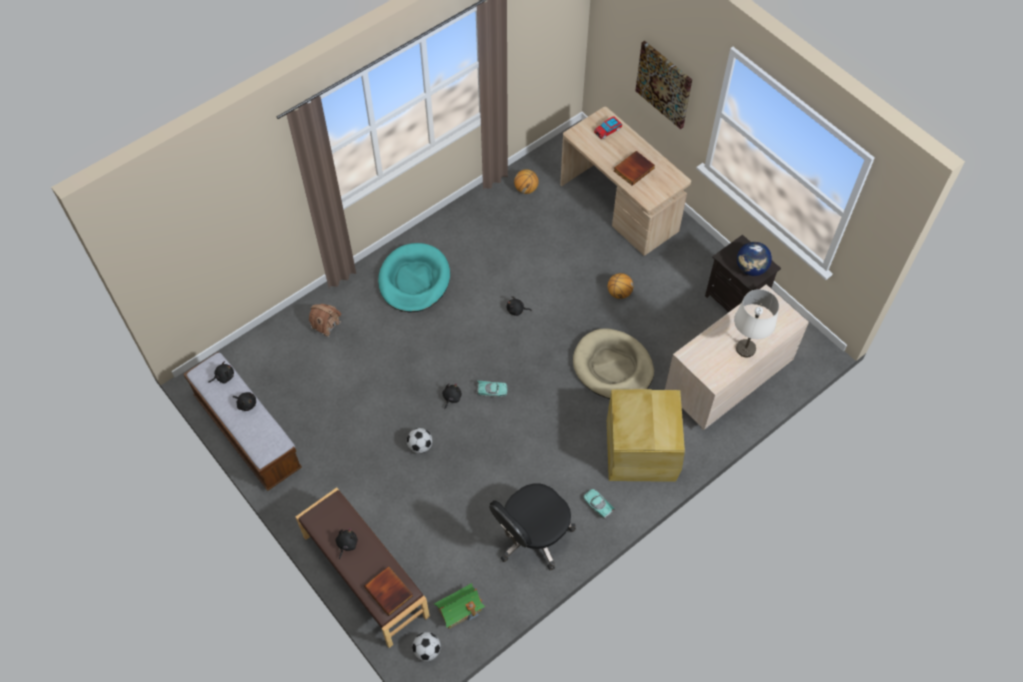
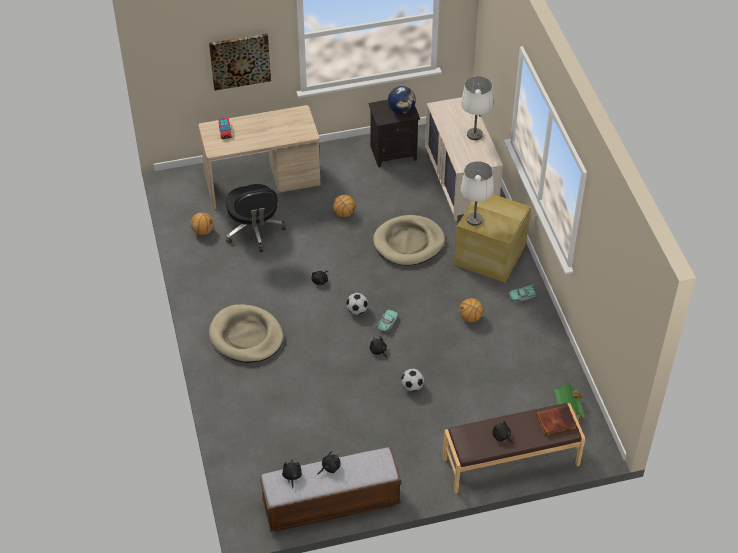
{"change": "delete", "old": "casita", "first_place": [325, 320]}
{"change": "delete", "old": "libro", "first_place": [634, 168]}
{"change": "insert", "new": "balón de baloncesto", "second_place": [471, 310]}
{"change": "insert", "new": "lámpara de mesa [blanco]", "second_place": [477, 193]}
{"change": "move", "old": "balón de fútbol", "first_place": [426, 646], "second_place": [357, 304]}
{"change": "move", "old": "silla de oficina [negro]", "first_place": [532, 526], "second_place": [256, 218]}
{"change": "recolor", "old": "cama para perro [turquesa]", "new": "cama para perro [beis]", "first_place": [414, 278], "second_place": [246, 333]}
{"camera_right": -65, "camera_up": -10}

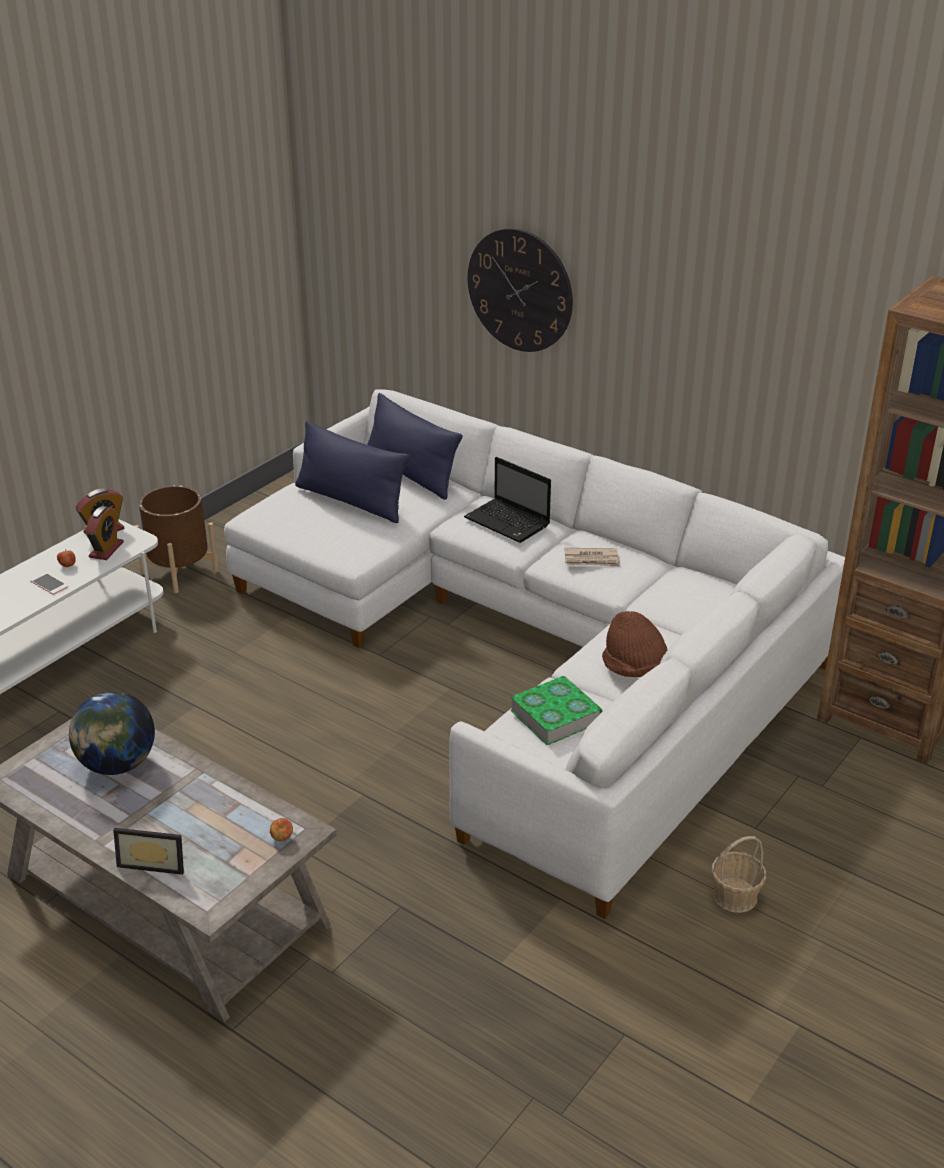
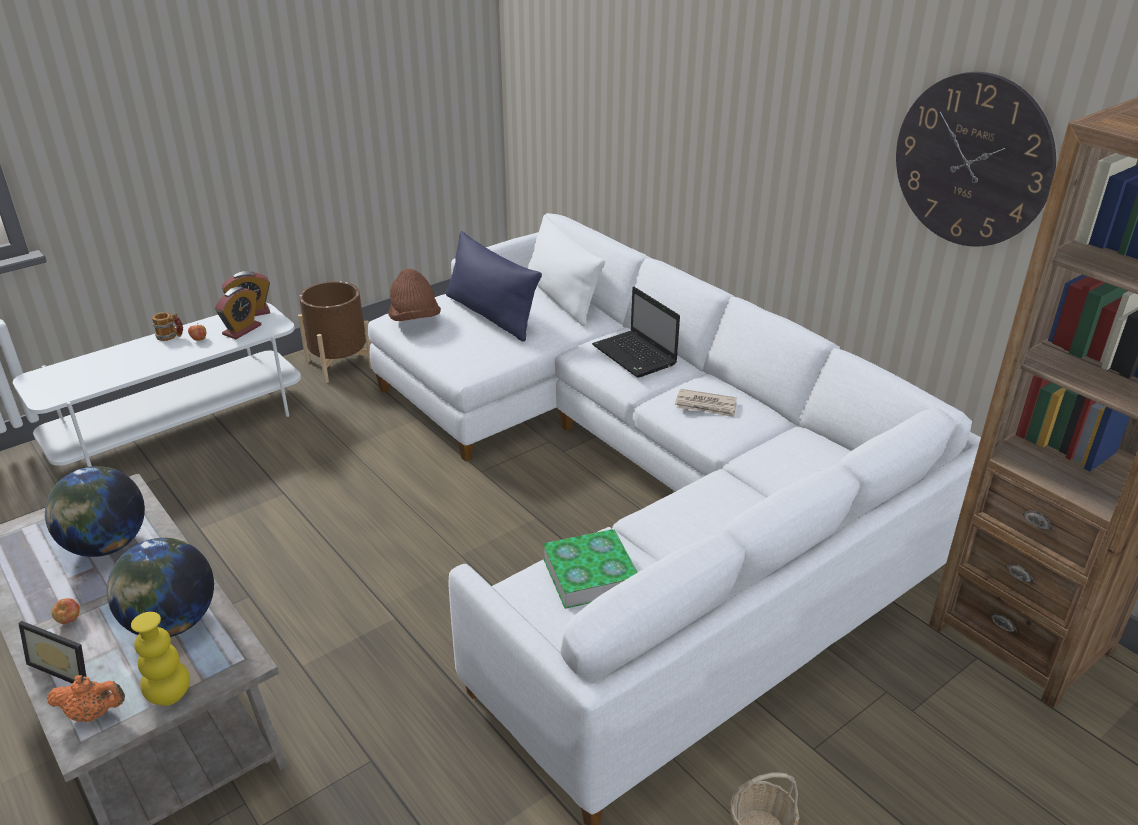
{"change": "delete", "old": "móvil", "first_place": [49, 584]}
{"change": "insert", "new": "tetera [naranja]", "second_place": [86, 698]}
{"change": "insert", "new": "globo terráqueo", "second_place": [160, 587]}
{"change": "insert", "new": "florero [amarillo]", "second_place": [160, 659]}
{"change": "insert", "new": "taza grande", "second_place": [167, 326]}
{"change": "move", "old": "manzana", "first_place": [281, 829], "second_place": [66, 611]}
{"change": "move", "old": "reloj de pared", "first_place": [520, 290], "second_place": [976, 159]}
{"change": "move", "old": "sombrero [marrón]", "first_place": [634, 644], "second_place": [414, 294]}
{"change": "recolor", "old": "cojín [azul]", "new": "cojín [blanco]", "first_place": [414, 446], "second_place": [566, 270]}
{"camera_right": 15, "camera_up": 0}

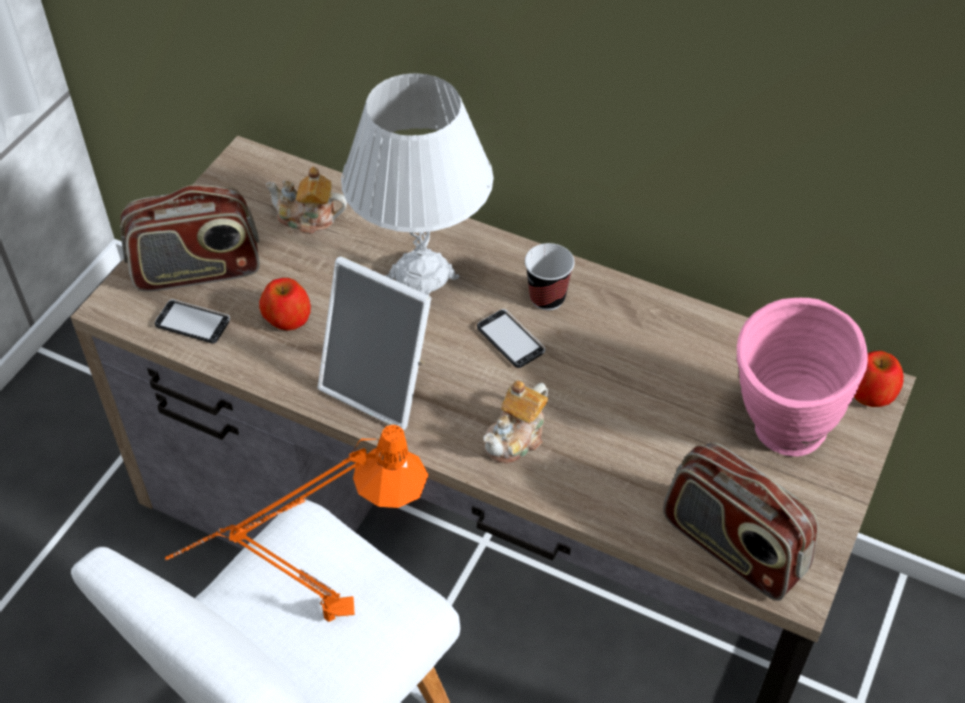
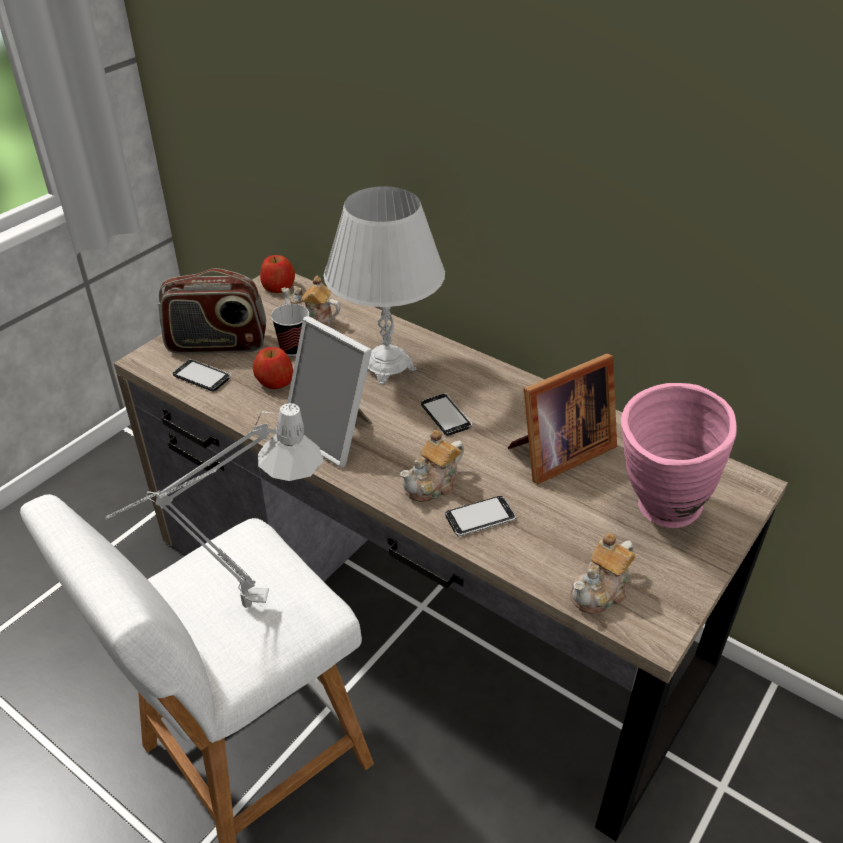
{"change": "insert", "new": "móvil", "second_place": [480, 516]}
{"change": "insert", "new": "portarretratos", "second_place": [562, 418]}
{"change": "move", "old": "taza", "first_place": [550, 276], "second_place": [290, 330]}
{"change": "move", "old": "manzana", "first_place": [879, 379], "second_place": [277, 274]}
{"change": "replace", "old": "radio", "new": "tetera", "first_place": [741, 521], "second_place": [603, 573]}
{"change": "recolor", "old": "lámpara de mesa [naranja]", "new": "lámpara de mesa [gris]", "first_place": [297, 523], "second_place": [214, 505]}
{"camera_right": 10, "camera_up": -10}

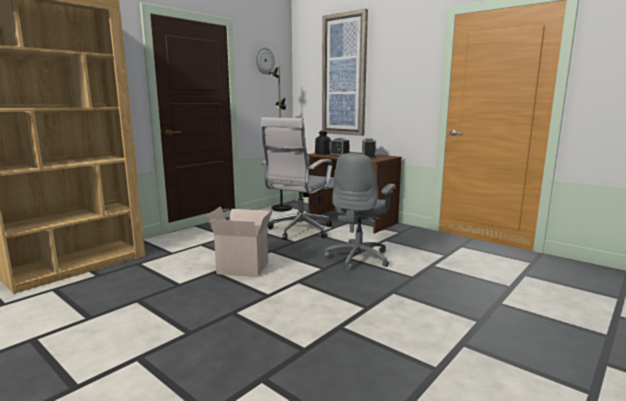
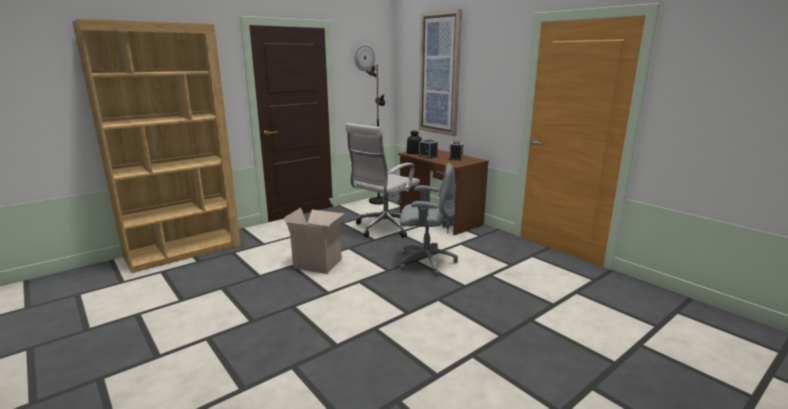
{"change": "rotate", "old": "silla de oficina [gris]", "first_place": [360, 212], "second_place": [429, 219], "degrees": -120}
{"camera_right": 10, "camera_up": 5}

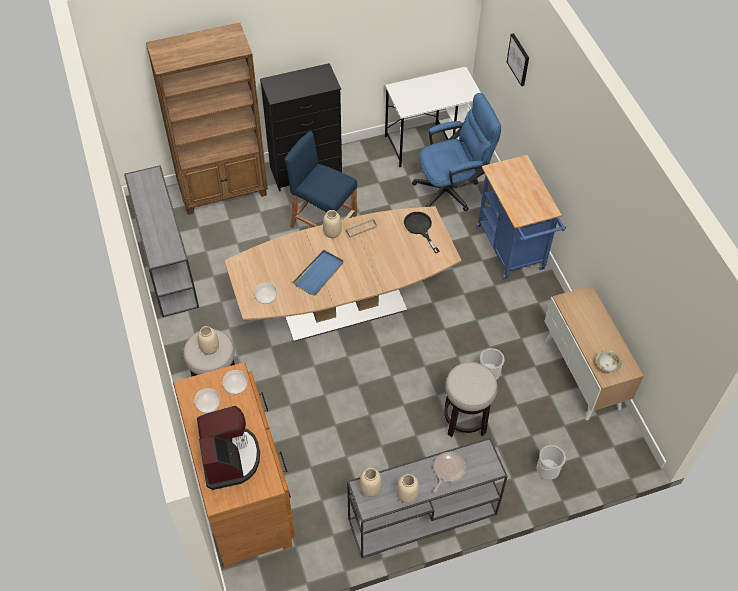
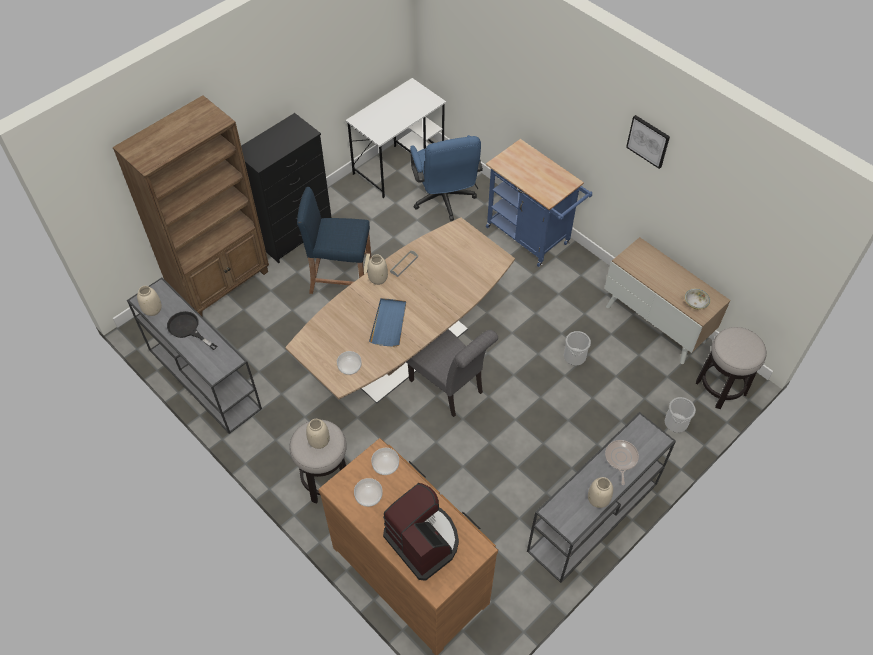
{"change": "insert", "new": "silla [gris]", "second_place": [452, 373]}
{"change": "move", "old": "florero [beis]", "first_place": [370, 482], "second_place": [149, 301]}
{"change": "move", "old": "sartén [negro]", "first_place": [422, 232], "second_place": [192, 330]}
{"change": "move", "old": "taburete", "first_place": [471, 399], "second_place": [731, 368]}
{"change": "move", "old": "cuadro", "first_place": [518, 59], "second_place": [648, 142]}
{"change": "rotate", "old": "silla de oficina [azul]", "first_place": [456, 152], "second_place": [446, 178], "degrees": 120}
{"camera_right": -25, "camera_up": 0}

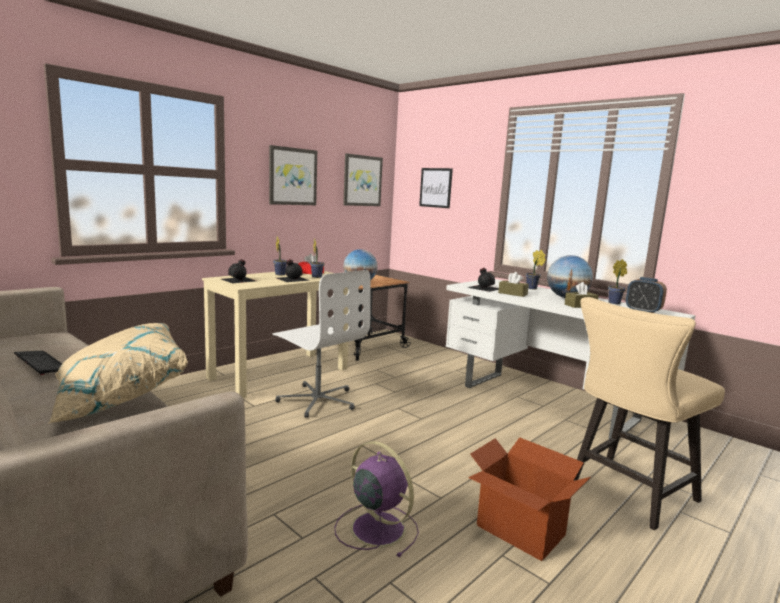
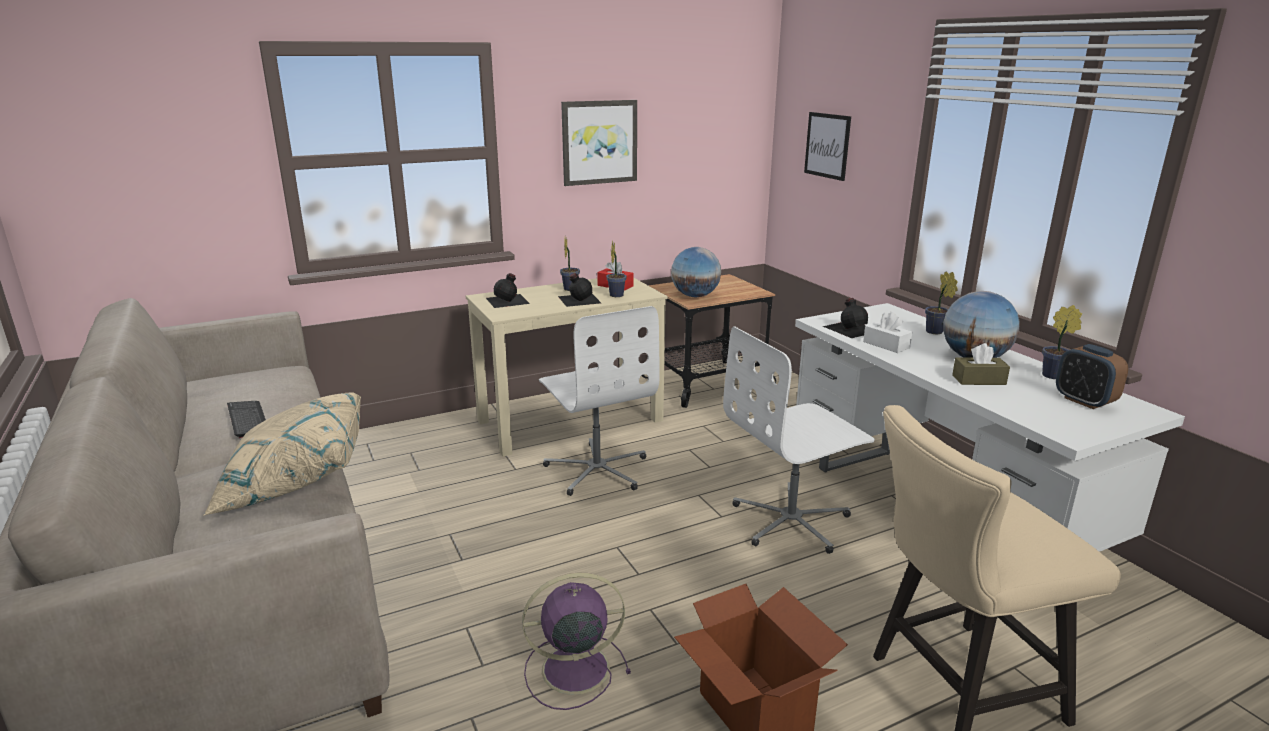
{"change": "delete", "old": "cuadro", "first_place": [363, 179]}
{"change": "insert", "new": "silla de oficina [blanco]", "second_place": [799, 440]}
{"change": "recolor", "old": "caja de pañuelos [marrón]", "new": "caja de pañuelos [blanco]", "first_place": [513, 284], "second_place": [887, 332]}
{"change": "rotate", "old": "ventilador [morado]", "first_place": [376, 499], "second_place": [576, 641], "degrees": -75}
{"camera_right": 20, "camera_up": 10}

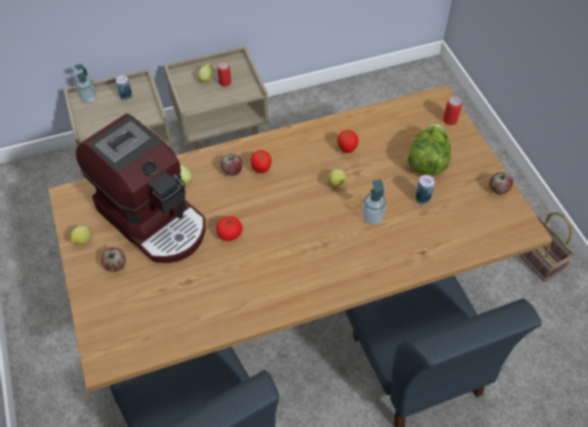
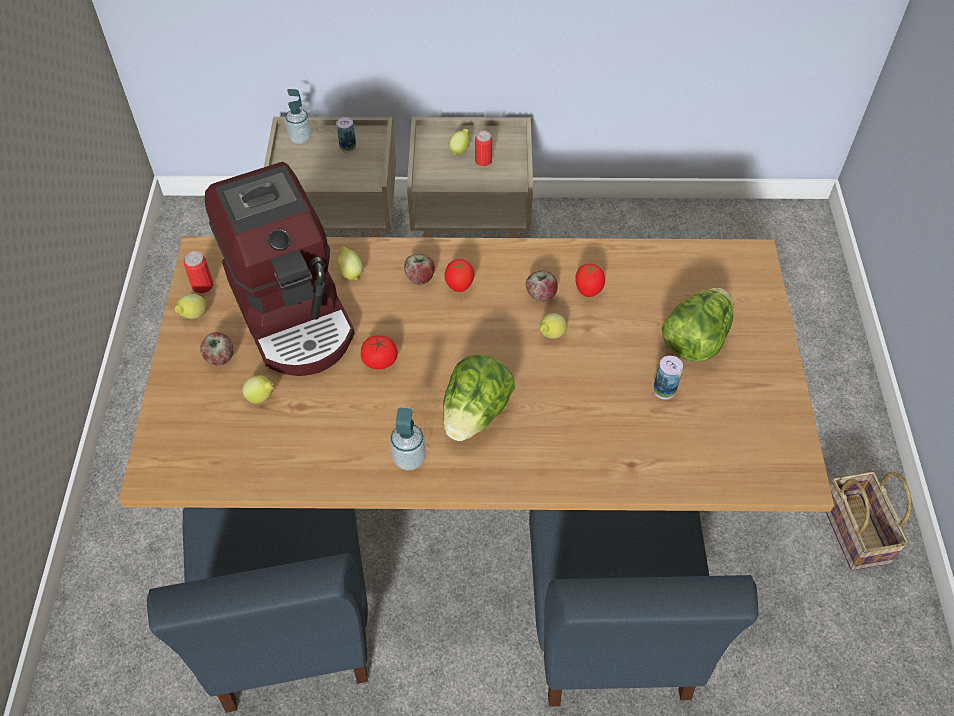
{"change": "insert", "new": "limón", "second_place": [258, 389]}
{"change": "insert", "new": "lechuga", "second_place": [479, 398]}
{"change": "move", "old": "dispensador de jabón", "first_place": [374, 202], "second_place": [408, 438]}
{"change": "move", "old": "lata", "first_place": [452, 110], "second_place": [198, 272]}
{"change": "move", "old": "manzana", "first_place": [501, 183], "second_place": [542, 286]}
{"camera_right": 20, "camera_up": 0}

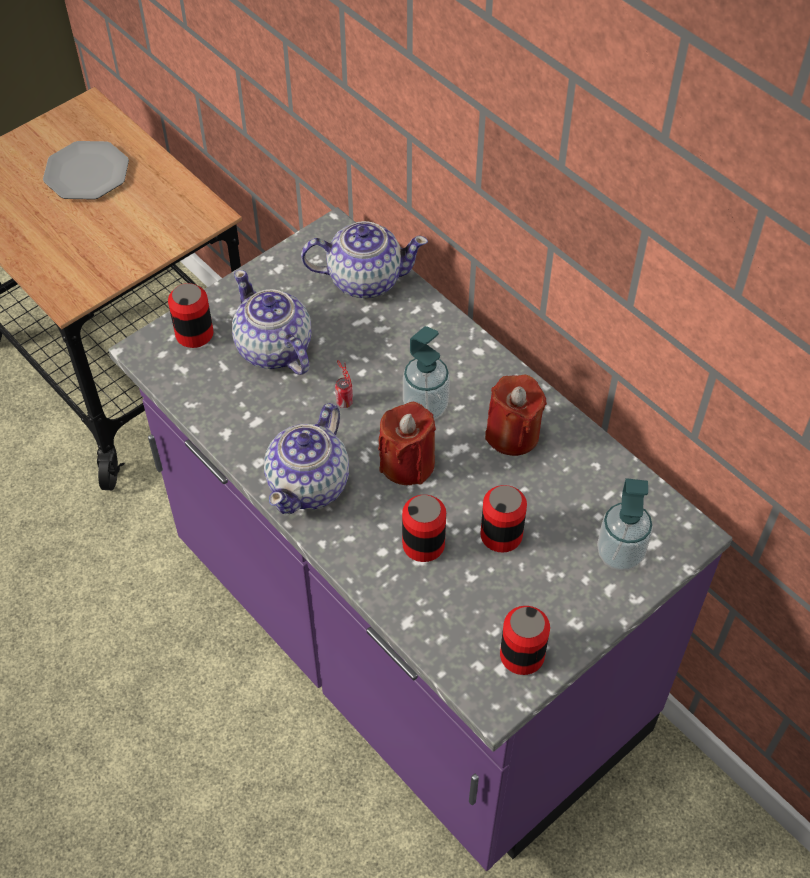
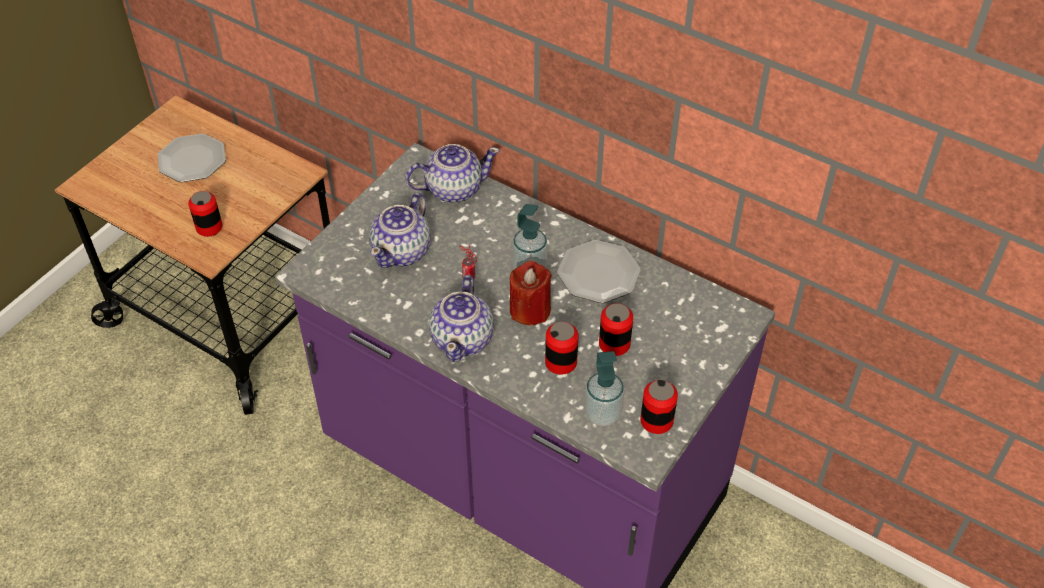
{"change": "move", "old": "lata", "first_place": [191, 315], "second_place": [205, 214]}
{"change": "move", "old": "dispensador de jabón", "first_place": [625, 524], "second_place": [604, 388]}
{"change": "replace", "old": "vela [rojo]", "new": "plato", "first_place": [516, 415], "second_place": [599, 271]}
{"change": "rotate", "old": "tetera", "first_place": [271, 322], "second_place": [400, 230], "degrees": -105}
{"camera_right": -15, "camera_up": -5}

